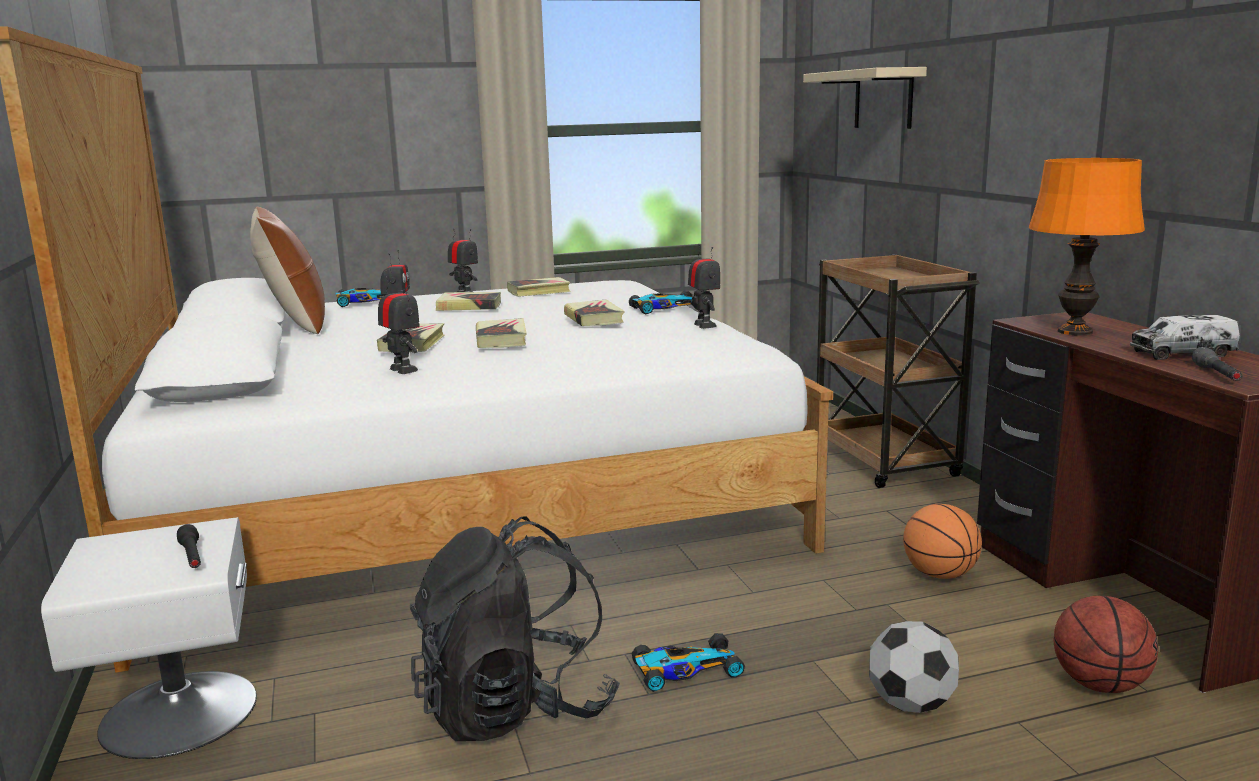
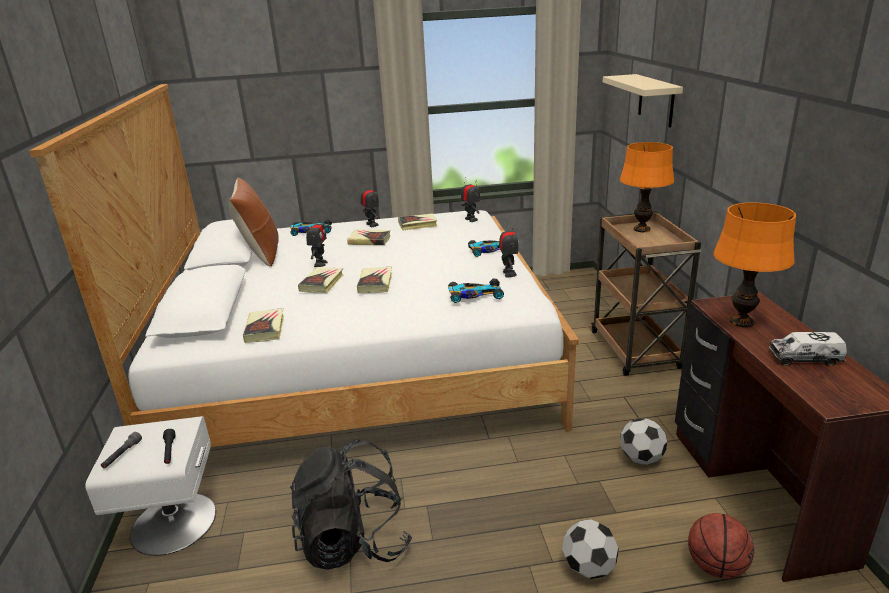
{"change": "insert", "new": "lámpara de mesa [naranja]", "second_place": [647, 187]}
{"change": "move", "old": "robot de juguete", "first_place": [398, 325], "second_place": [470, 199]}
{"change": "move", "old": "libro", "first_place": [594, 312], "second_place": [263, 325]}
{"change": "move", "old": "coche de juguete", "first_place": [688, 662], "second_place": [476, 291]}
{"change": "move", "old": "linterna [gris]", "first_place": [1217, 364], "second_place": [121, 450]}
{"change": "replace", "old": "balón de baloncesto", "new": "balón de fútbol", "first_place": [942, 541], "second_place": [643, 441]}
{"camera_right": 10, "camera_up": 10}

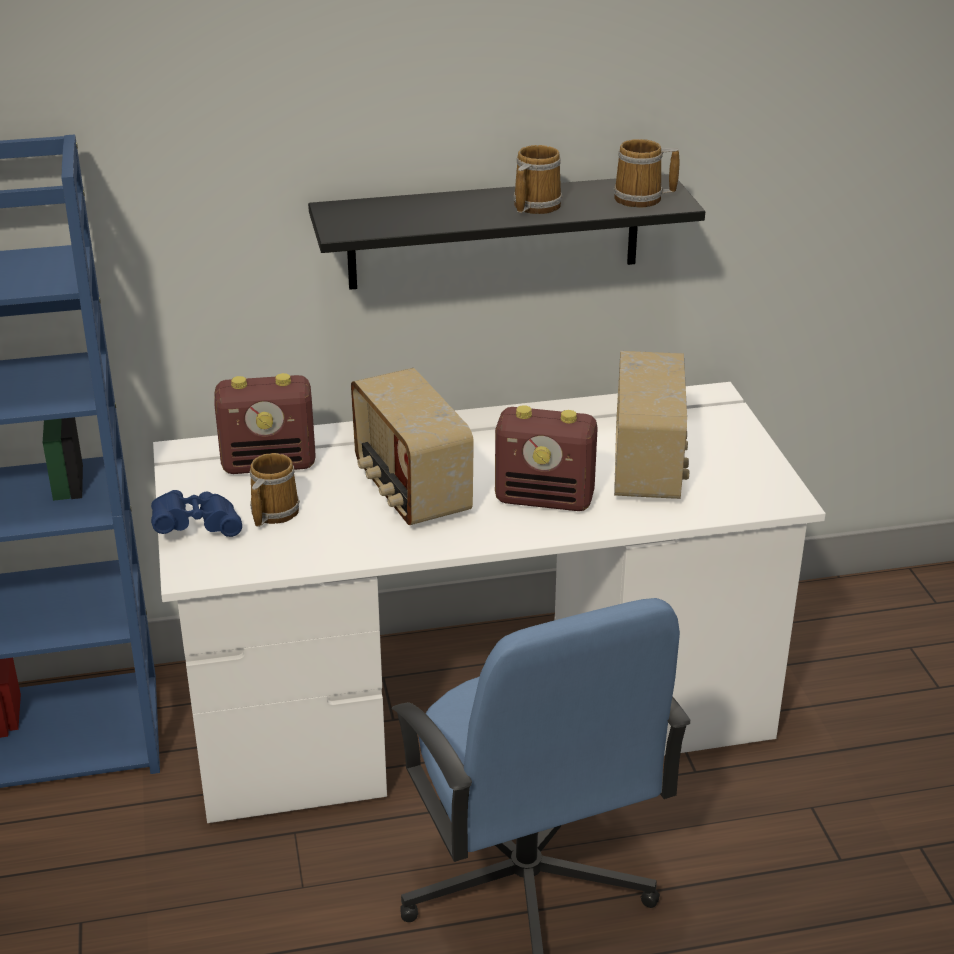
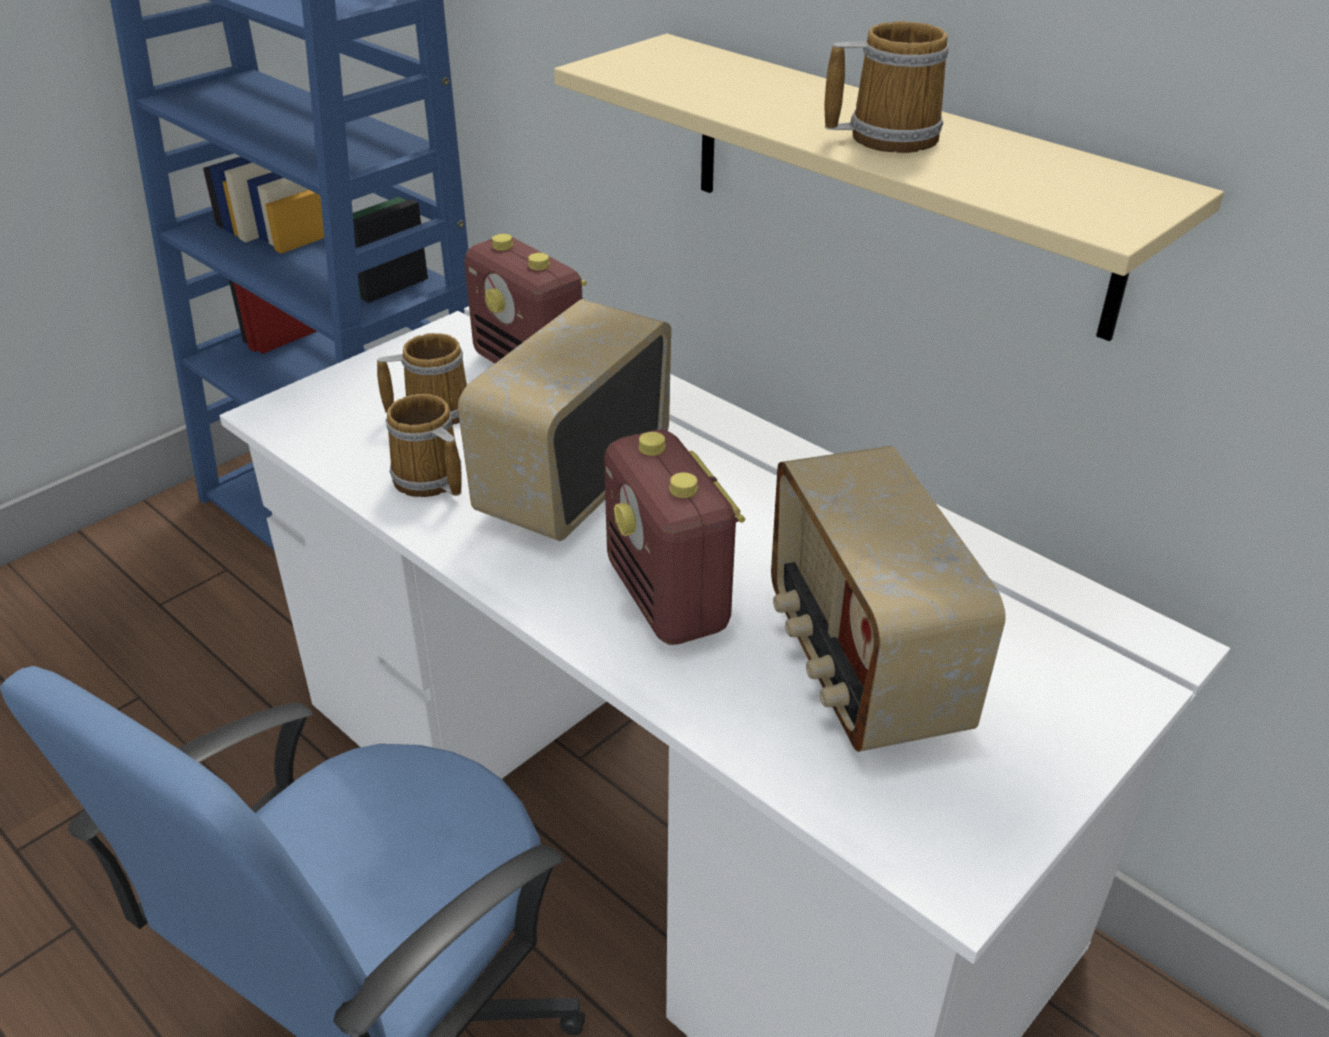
{"change": "delete", "old": "prismáticos [azul]", "first_place": [196, 513]}
{"change": "move", "old": "taza grande", "first_place": [647, 173], "second_place": [424, 445]}
{"change": "recolor", "old": "estante [negro]", "new": "estante [beis]", "first_place": [506, 232], "second_place": [889, 187]}
{"change": "rotate", "old": "radio", "first_place": [651, 425], "second_place": [888, 599], "degrees": 105}
{"camera_right": 55, "camera_up": 5}

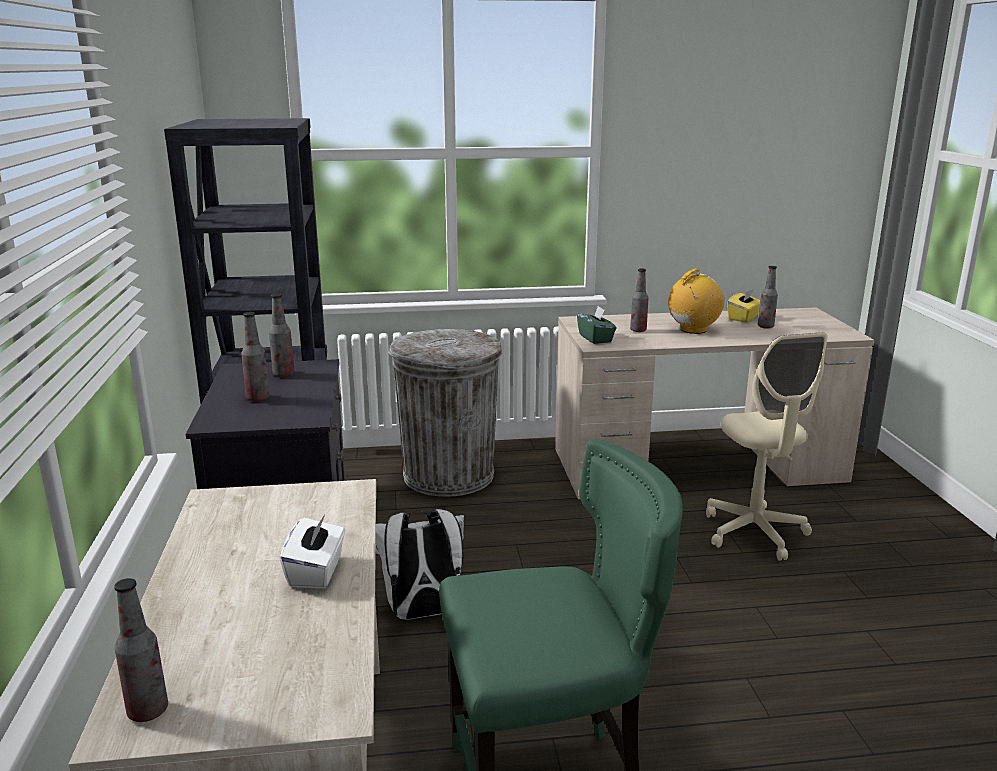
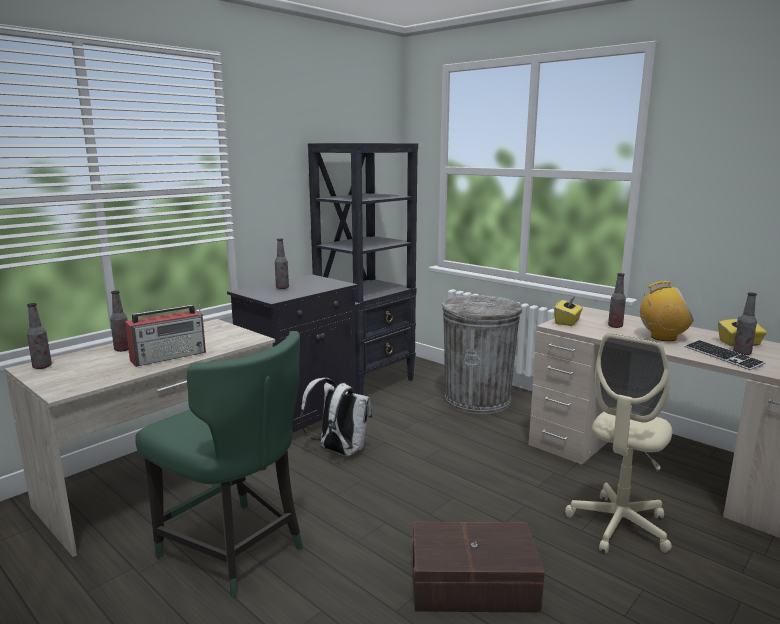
{"change": "insert", "new": "caja de almacenaje [marrón]", "second_place": [478, 567]}
{"change": "insert", "new": "teclado", "second_place": [725, 355]}
{"change": "move", "old": "botella", "first_place": [282, 335], "second_place": [119, 321]}
{"change": "replace", "old": "caja de pañuelos [blanco]", "new": "radio", "first_place": [312, 550], "second_place": [165, 335]}
{"change": "recolor", "old": "caja de pañuelos [verde]", "new": "caja de pañuelos [amarillo]", "first_place": [597, 325], "second_place": [568, 311]}
{"camera_right": 50, "camera_up": -5}

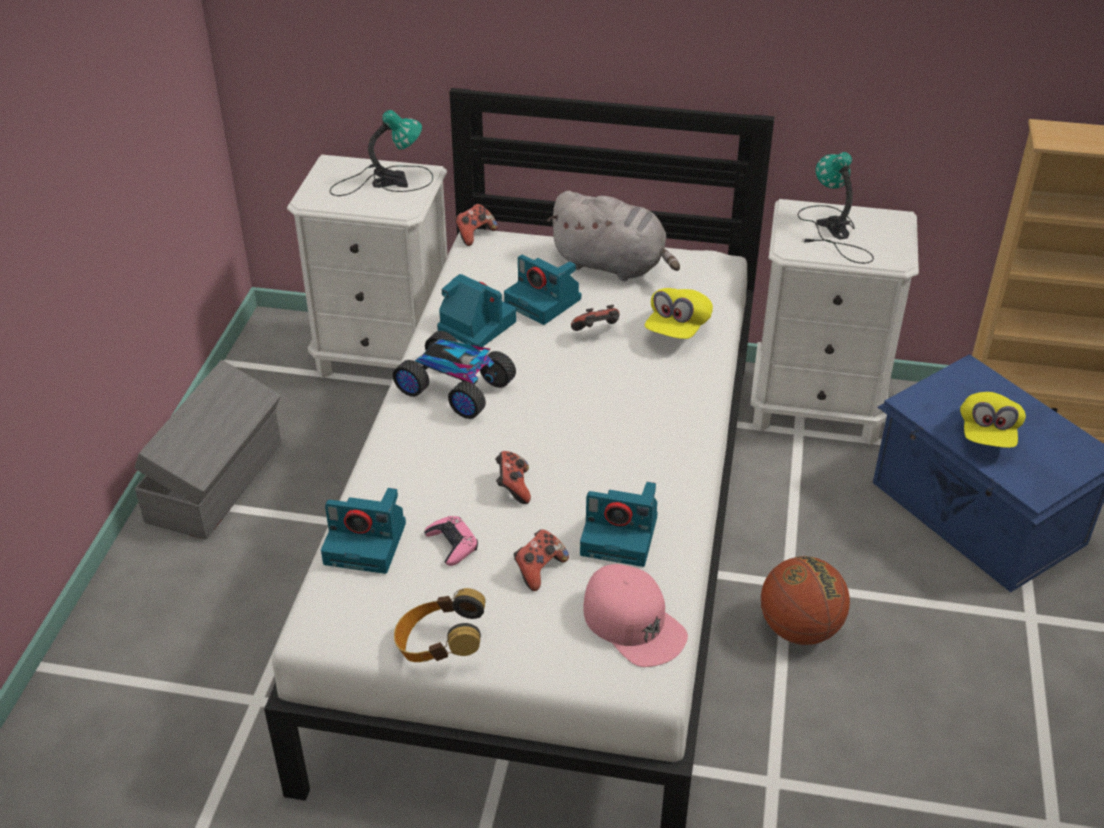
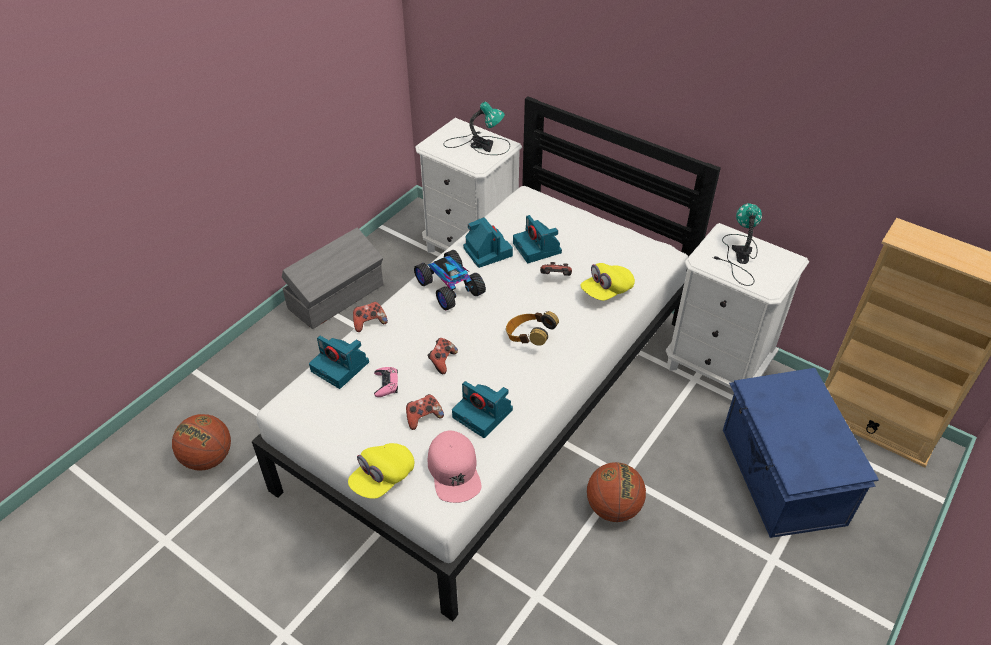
{"change": "delete", "old": "peluche [gris]", "first_place": [613, 236]}
{"change": "insert", "new": "balón de baloncesto", "second_place": [201, 442]}
{"change": "move", "old": "auriculares", "first_place": [440, 625], "second_place": [532, 328]}
{"change": "move", "old": "mando de consola", "first_place": [476, 225], "second_place": [370, 317]}
{"change": "move", "old": "gorra [amarillo]", "first_place": [993, 420], "second_place": [381, 471]}
{"camera_right": 25, "camera_up": 5}

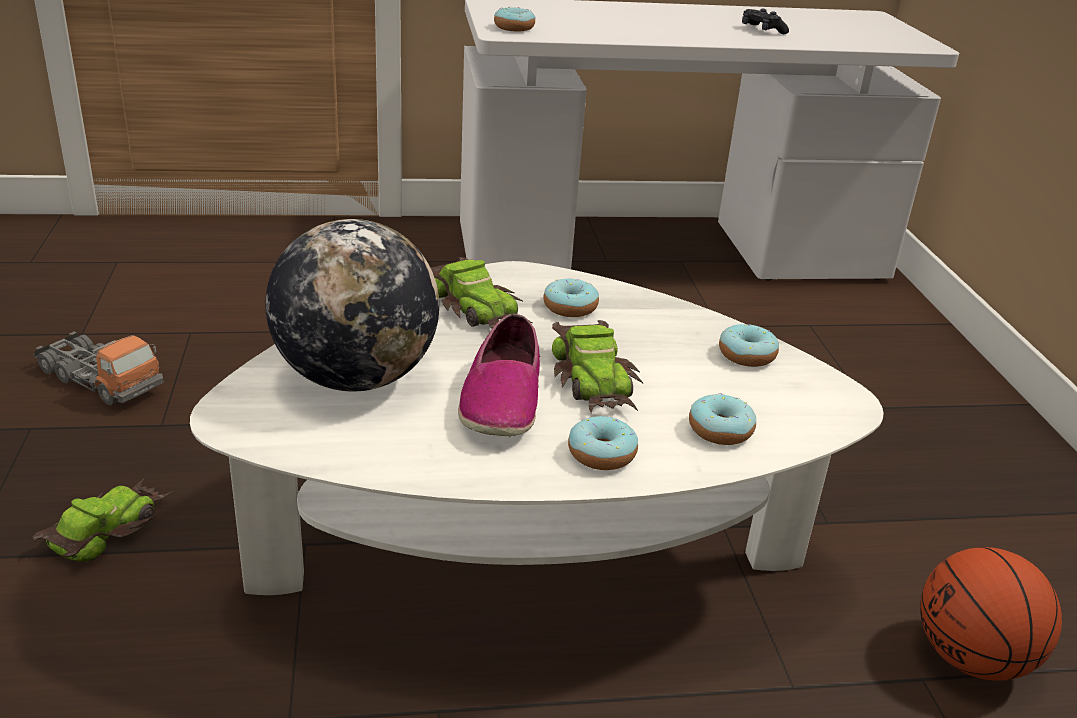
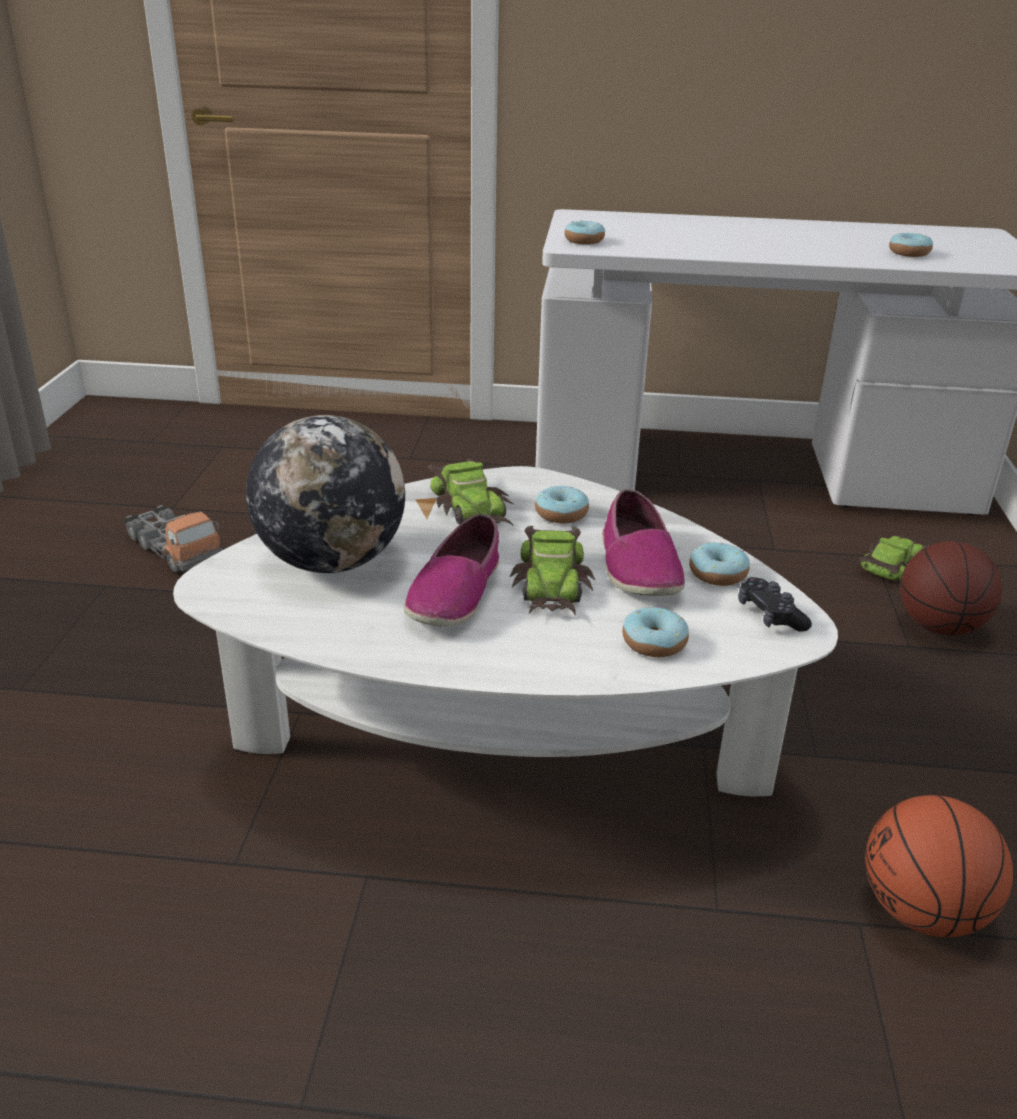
{"change": "insert", "new": "zapato", "second_place": [643, 542]}
{"change": "insert", "new": "balón de baloncesto", "second_place": [951, 588]}
{"change": "move", "old": "coche de juguete", "first_place": [103, 520], "second_place": [895, 557]}
{"change": "move", "old": "rosquilla", "first_place": [603, 443], "second_place": [911, 245]}
{"change": "move", "old": "mando de consola [negro]", "first_place": [765, 21], "second_place": [775, 604]}
{"camera_right": 15, "camera_up": 0}

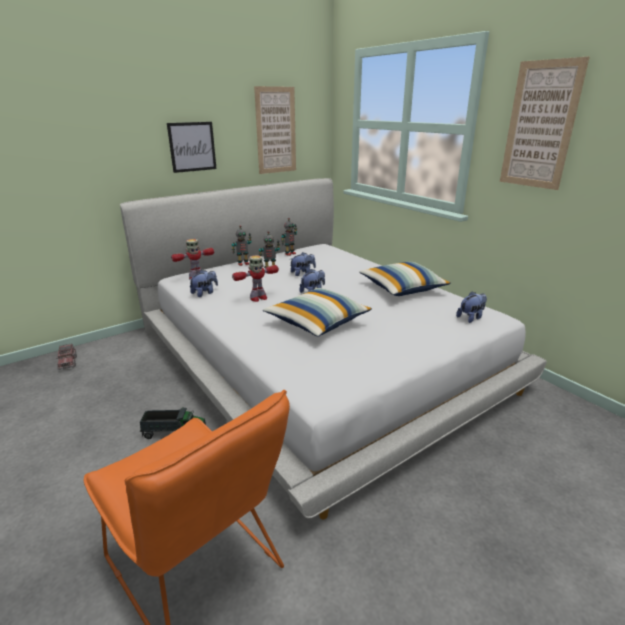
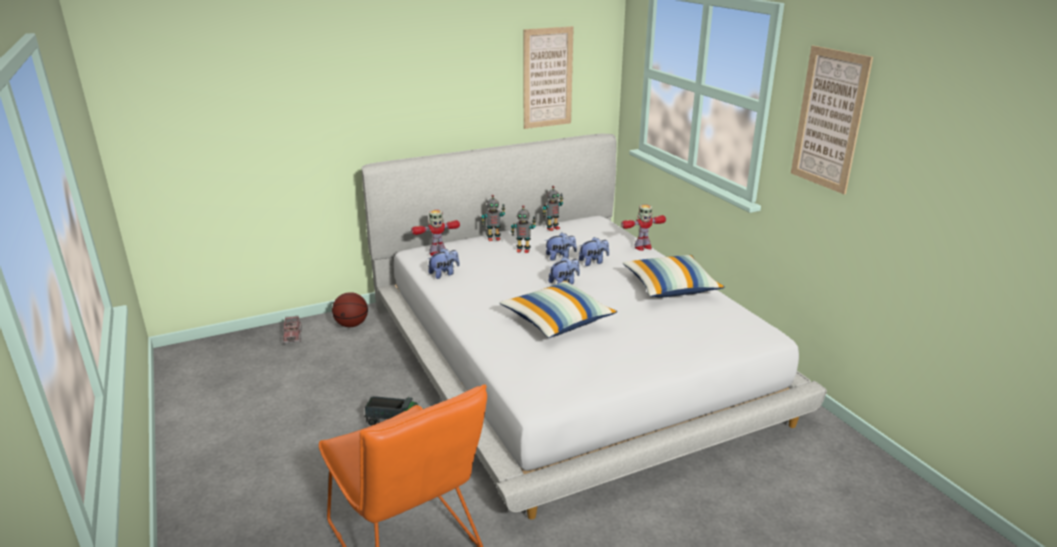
{"change": "delete", "old": "cuadro", "first_place": [192, 147]}
{"change": "insert", "new": "balón de baloncesto", "second_place": [350, 309]}
{"change": "move", "old": "robot de juguete", "first_place": [255, 278], "second_place": [643, 228]}
{"change": "move", "old": "peluche", "first_place": [471, 307], "second_place": [594, 251]}
{"camera_right": 10, "camera_up": 0}

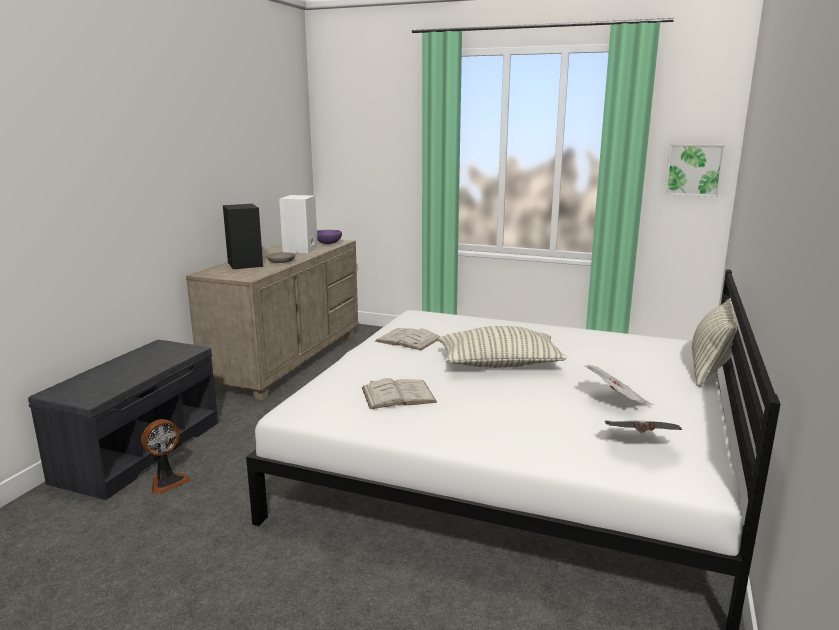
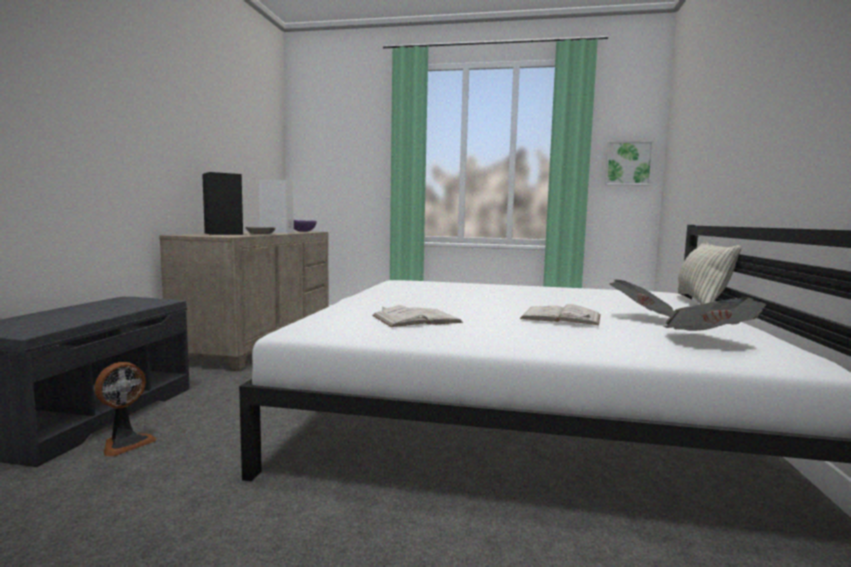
{"change": "delete", "old": "cojín", "first_place": [502, 347]}
{"change": "move", "old": "libro [blanco]", "first_place": [407, 339], "second_place": [560, 314]}
{"camera_right": -10, "camera_up": -10}

